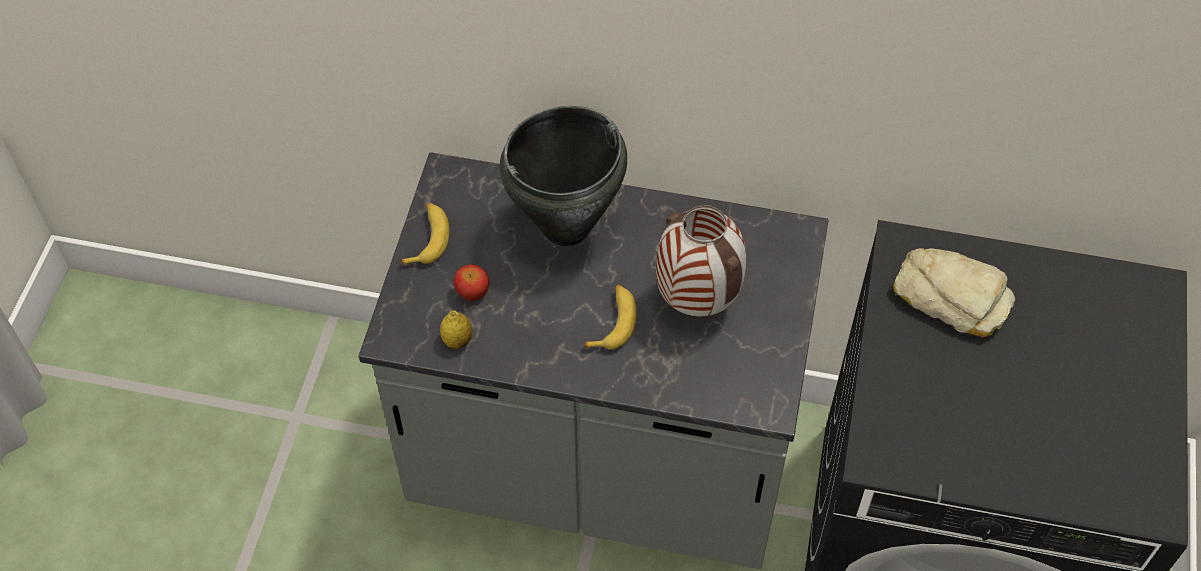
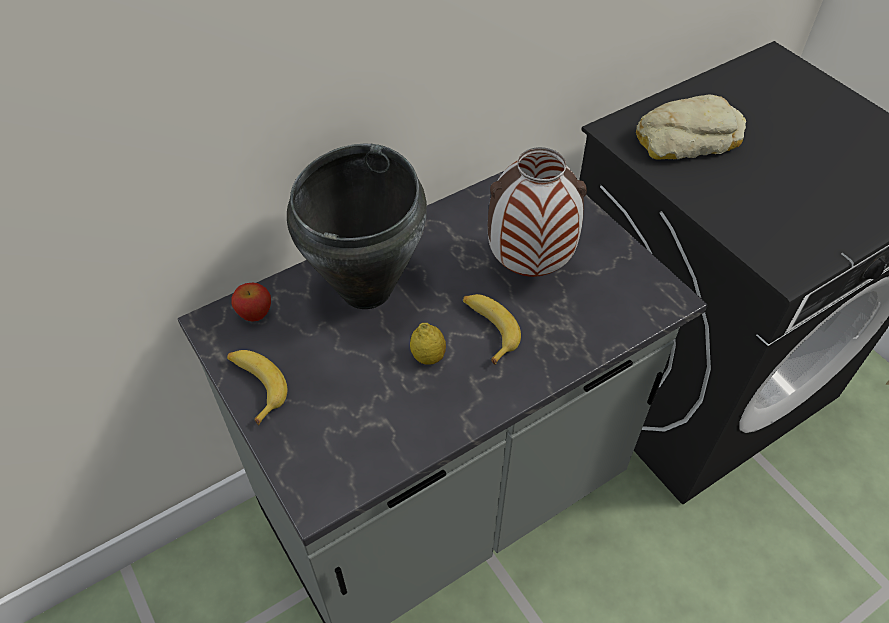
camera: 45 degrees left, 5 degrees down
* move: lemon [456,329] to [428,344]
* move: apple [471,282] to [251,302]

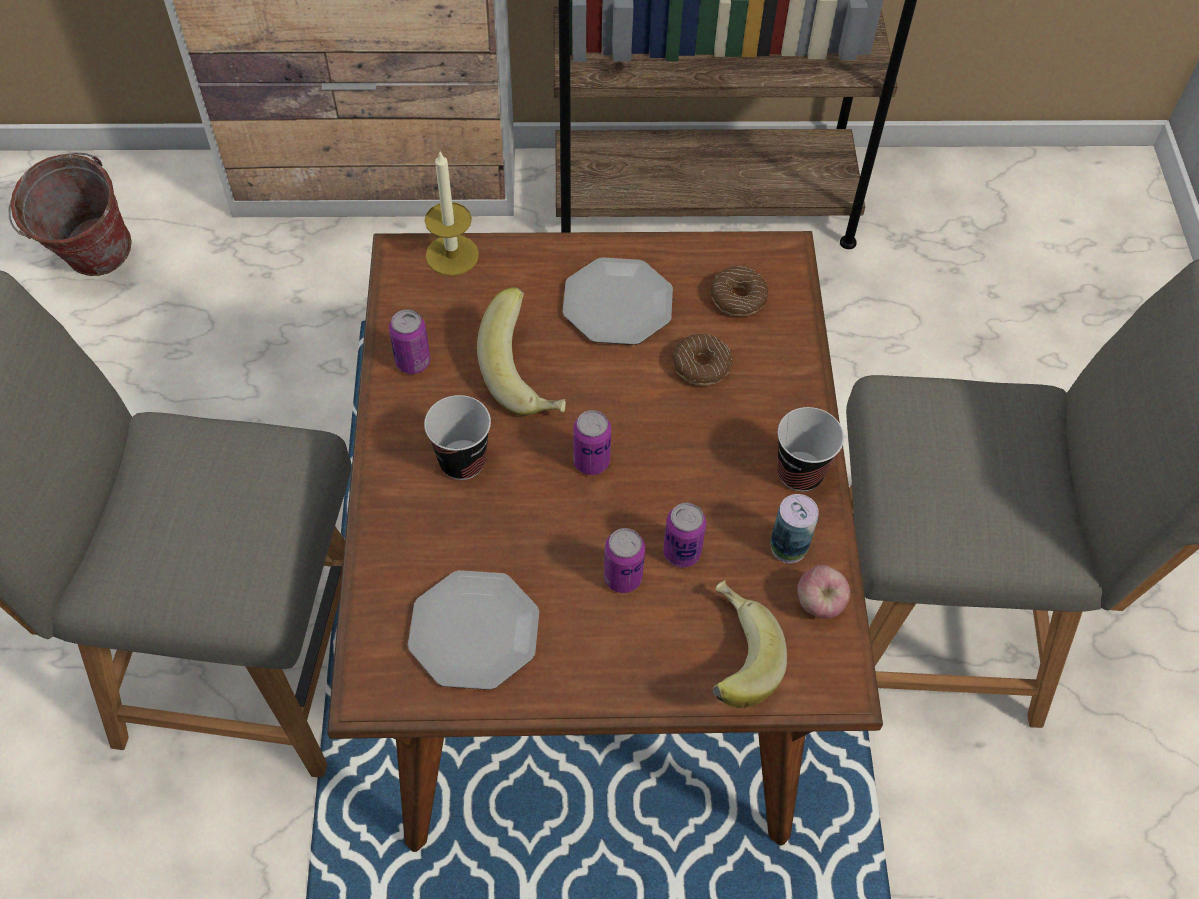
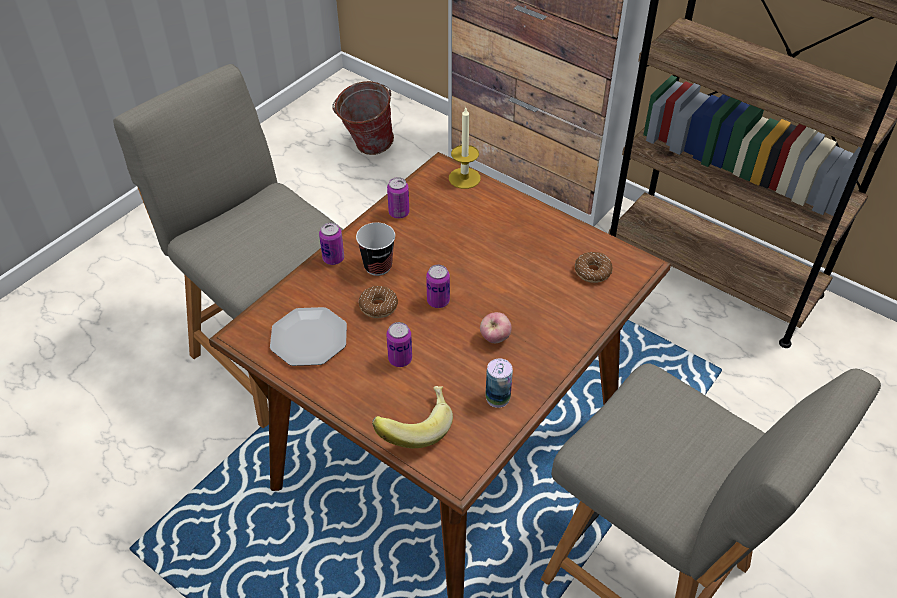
camera: 40 degrees right, 10 degrees down
* delete: banana [521,351]
* delete: plate [617,301]
* delete: cup [810,449]
* move: can [684,535] to [331,243]
* move: donut [702,360] to [378,302]
* move: apple [823,592] to [496,327]

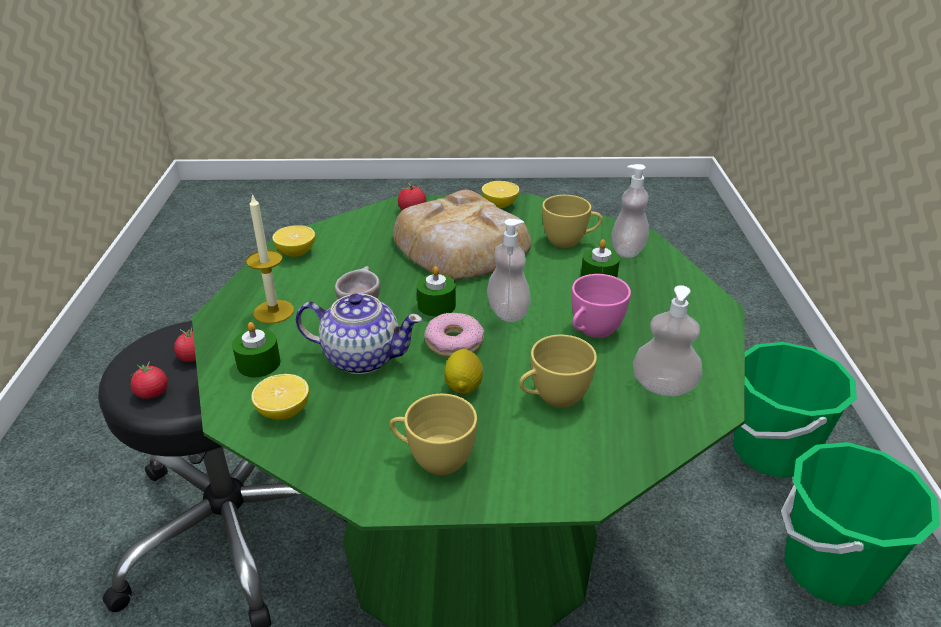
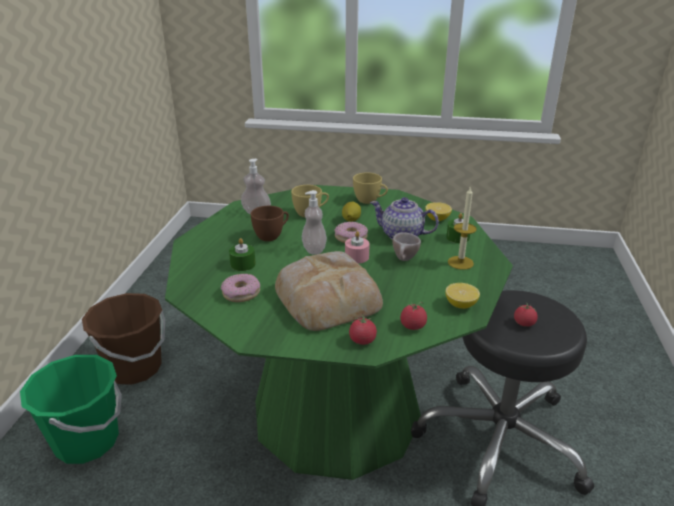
camera: 170 degrees left, 5 degrees down
* delete: lemon [500,194]
* delete: soap dispenser [630,211]
* move: tomato [149,380] to [413,316]
* replace: cup (yellow) [572,221] to donut [240,288]
* recolor: candle (green) [436,291] to candle (pink) [357,247]
* recolor: cup (pink) [601,306] to cup (brown) [270,223]
* recolor: bucket (green) [860,524] to bucket (brown) [123,339]

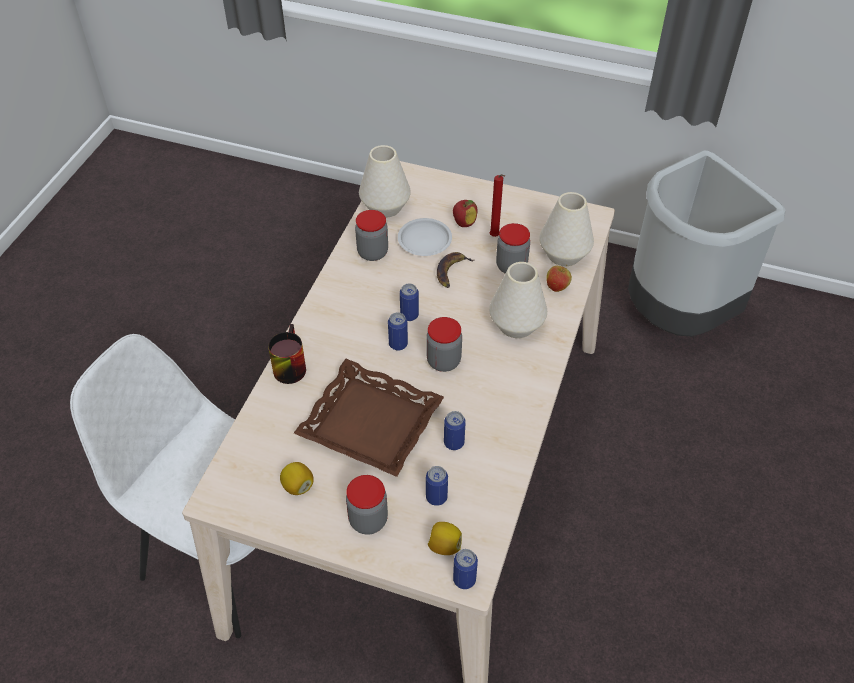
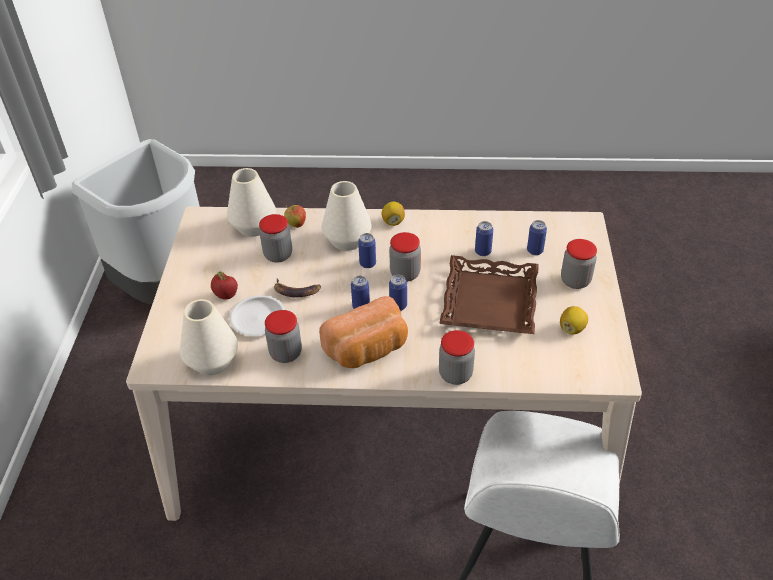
camera: 105 degrees left, 5 degrees down
* delete: candle (red) [497,205]
* insert: bread [363,332]
* move: lemon [445,538] to [393,214]
* move: can [465,569] to [367,250]
* replace: mug [287,354] to jar [457,357]

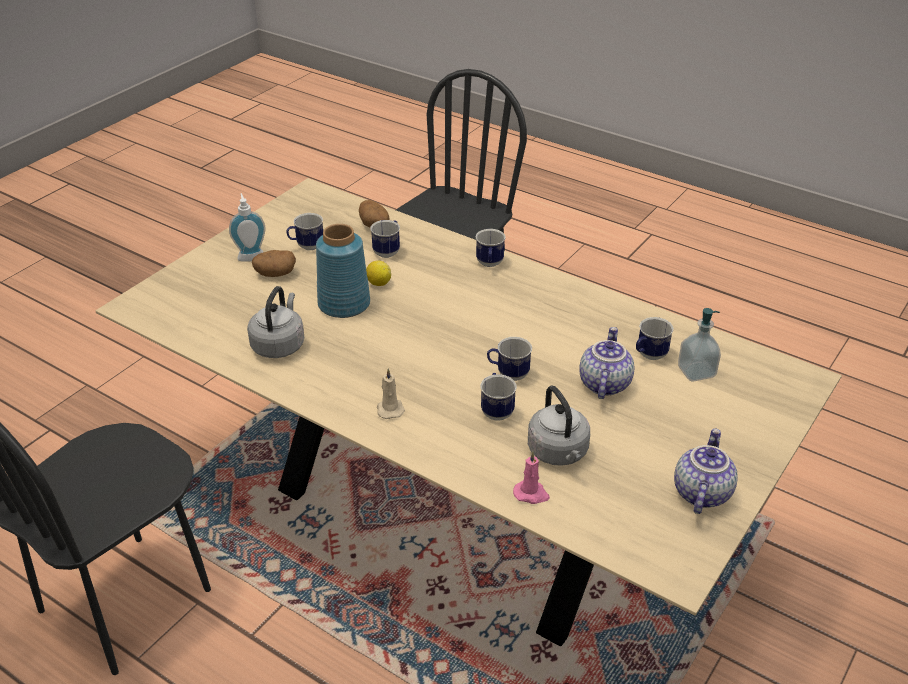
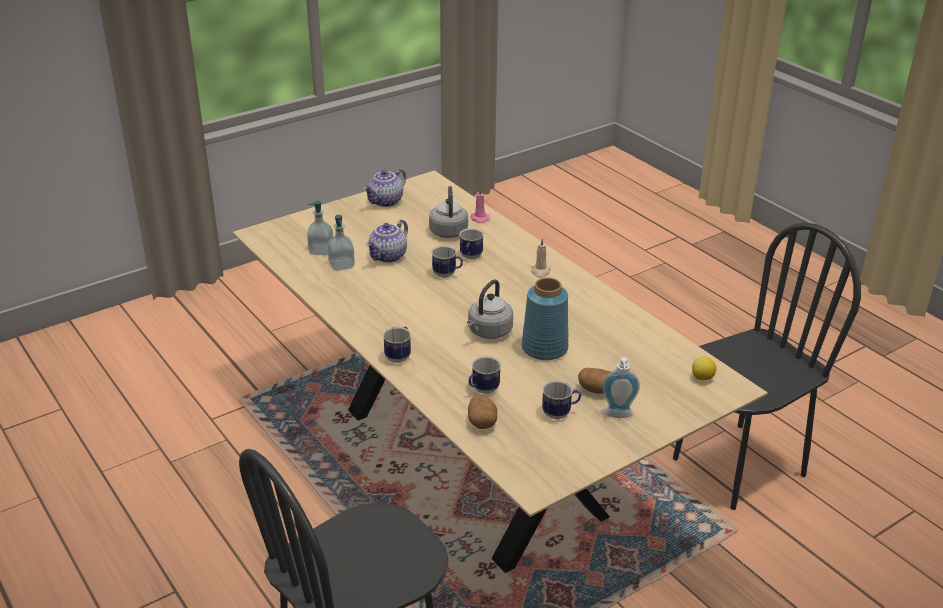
camera: 160 degrees left, 5 degrees down
* move: kettle (grey) [275,322] to [490,309]
* move: lemon [378,273] to [704,368]
* replace: mug [655,338] to soap dispenser [341,243]

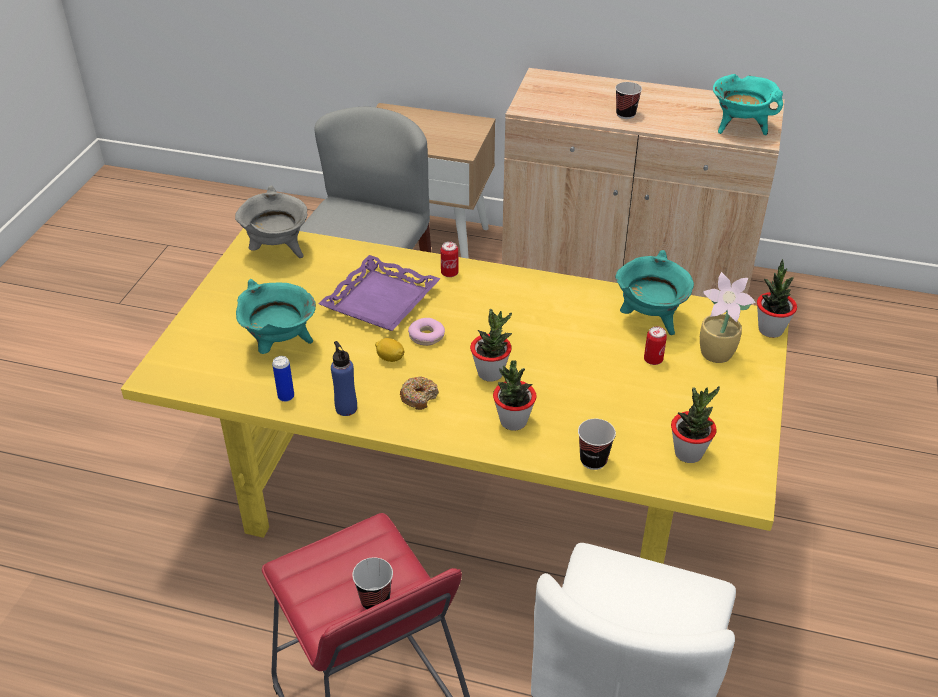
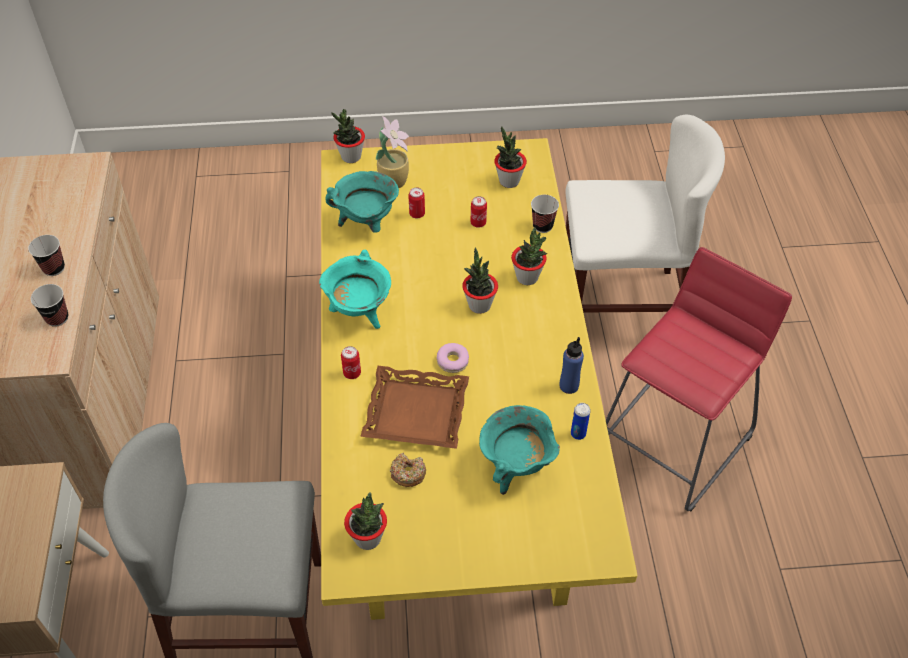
camera: 110 degrees left, 10 degrees up
* delete: lemon [389,350]
* insert: can [478,212]
* move: cup [372,583] to [49,305]
* move: donut [419,393] to [408,469]
* move: cooking pot (turquoise) [748,104] to [355,289]
* replace: cooking pot (grey) [271,221] to potted plant [365,521]
* recolor: tray (purple) [380,293] to tray (brown) [414,407]

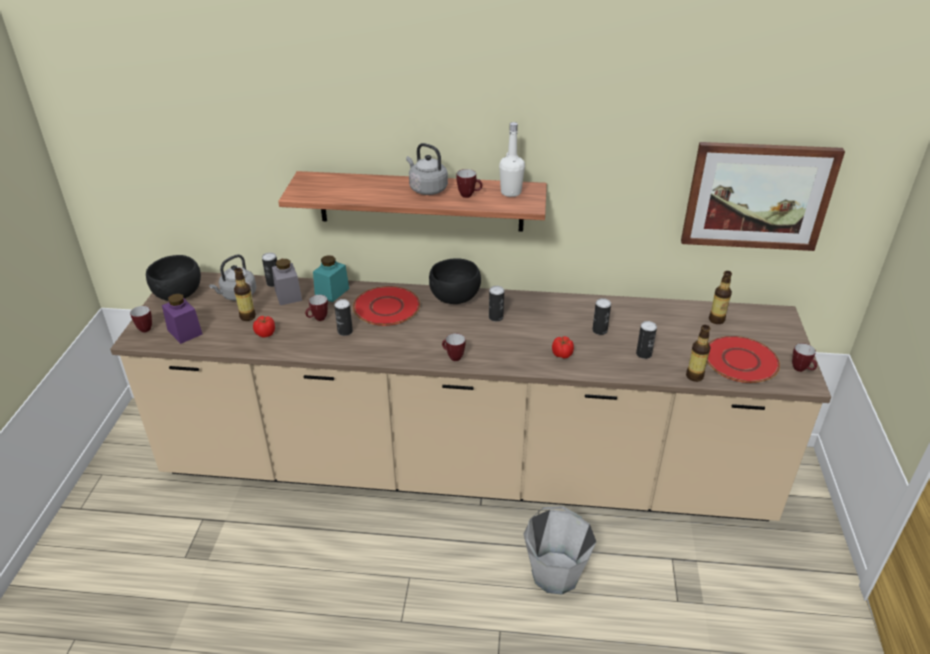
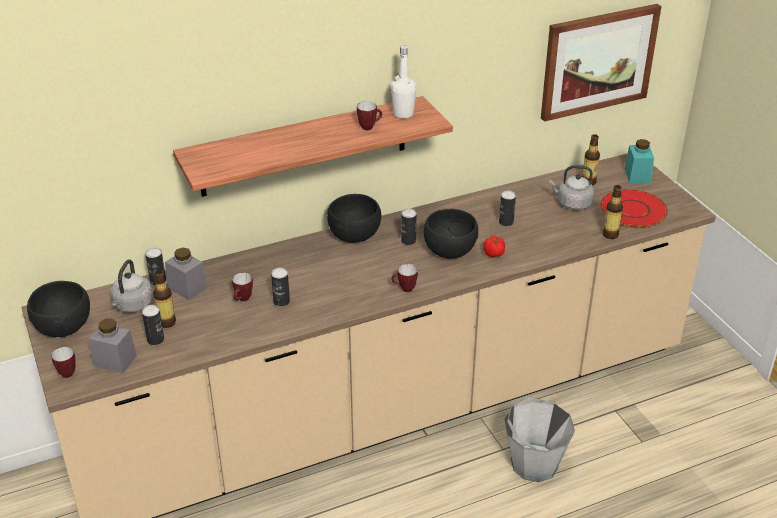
camera: 30 degrees left, 0 degrees up
* delete: tomato [264,326]
* delete: plate (red) [386,306]
* delete: mug [804,357]
* insert: bowl (black) [451,234]
* move: jar (turquoise) [331,278] to [639,161]
* move: kettle (grey) [427,169] to [572,187]
* move: can [646,340] to [153,325]
* recolor: jar (purple) [182,318] to jar (grey) [113,346]

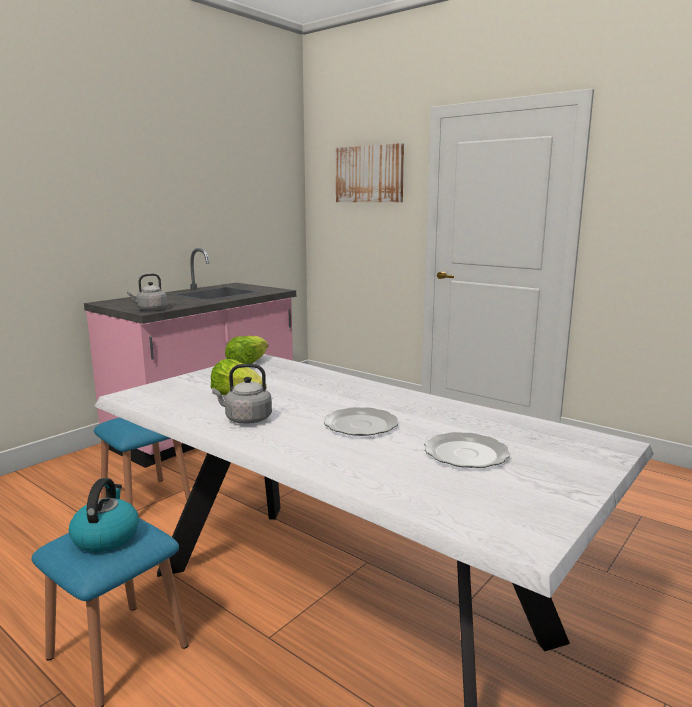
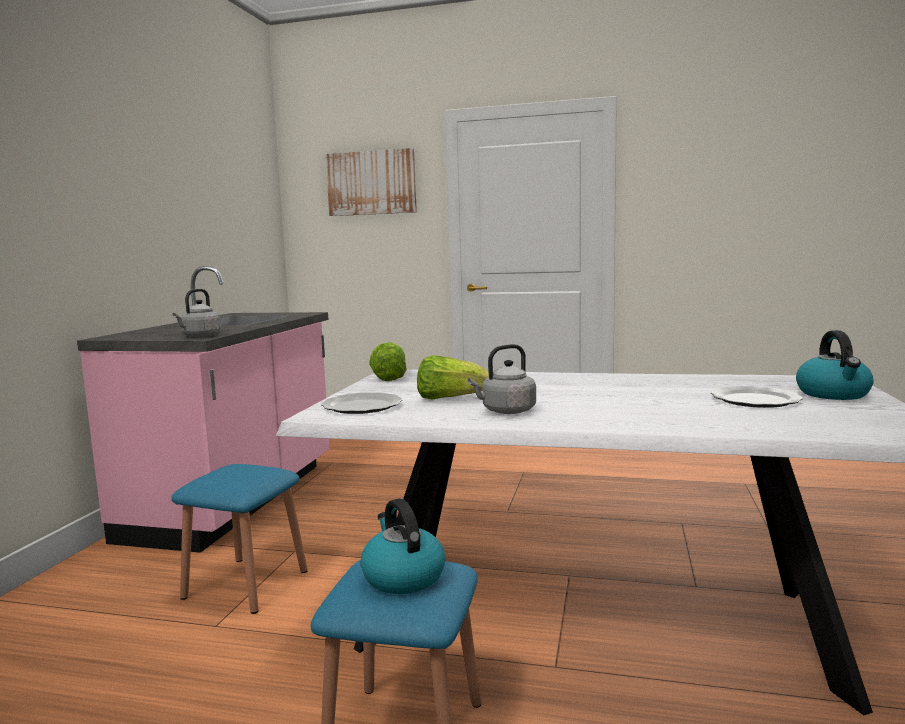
camera: 25 degrees left, 5 degrees down
* insert: kettle [835,365]
* move: plate [361,421] to [362,403]

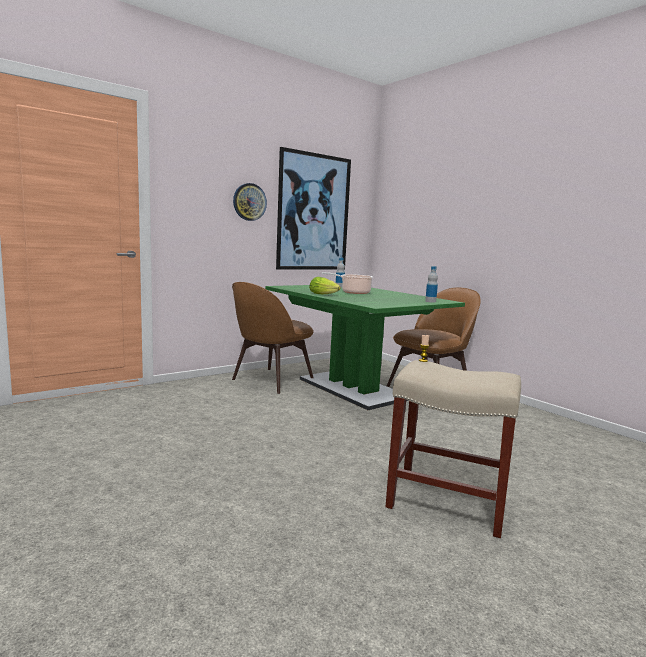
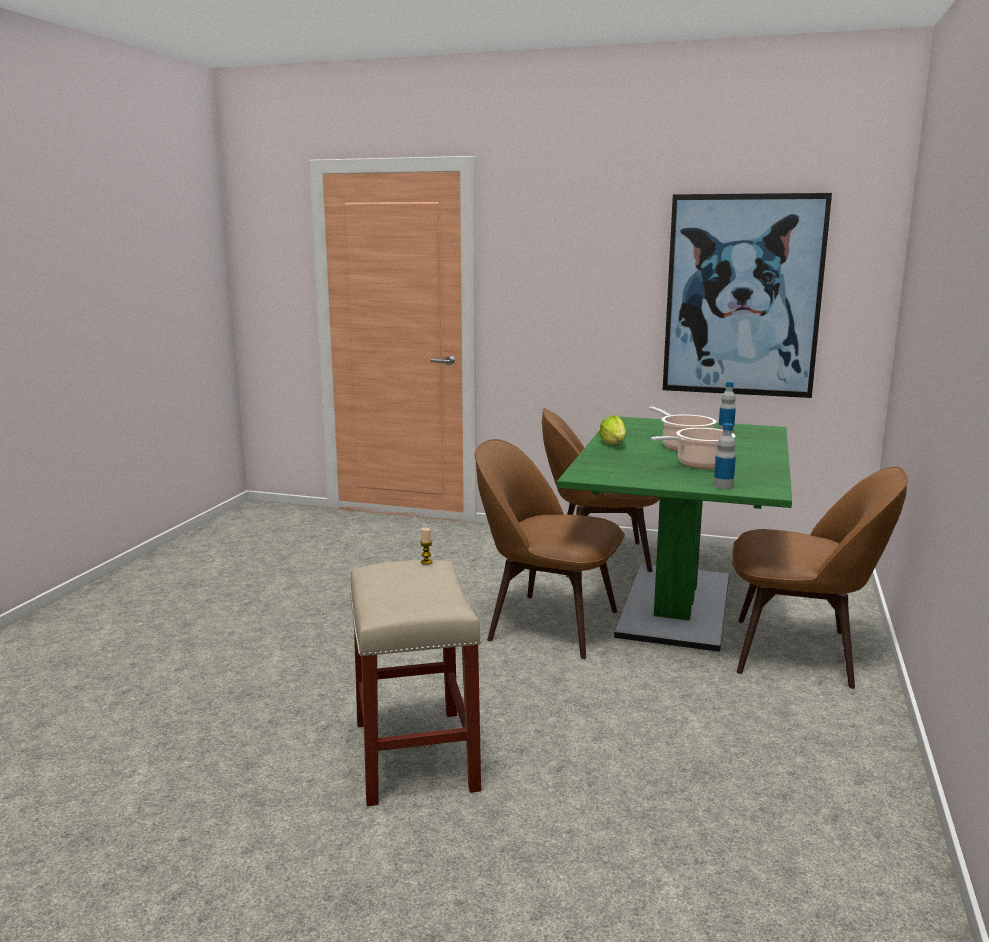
camera: 55 degrees right, 5 degrees up
* delete: wall clock [250,202]
* insert: chair (brown) [549,549]
* insert: cooking pot [693,448]

